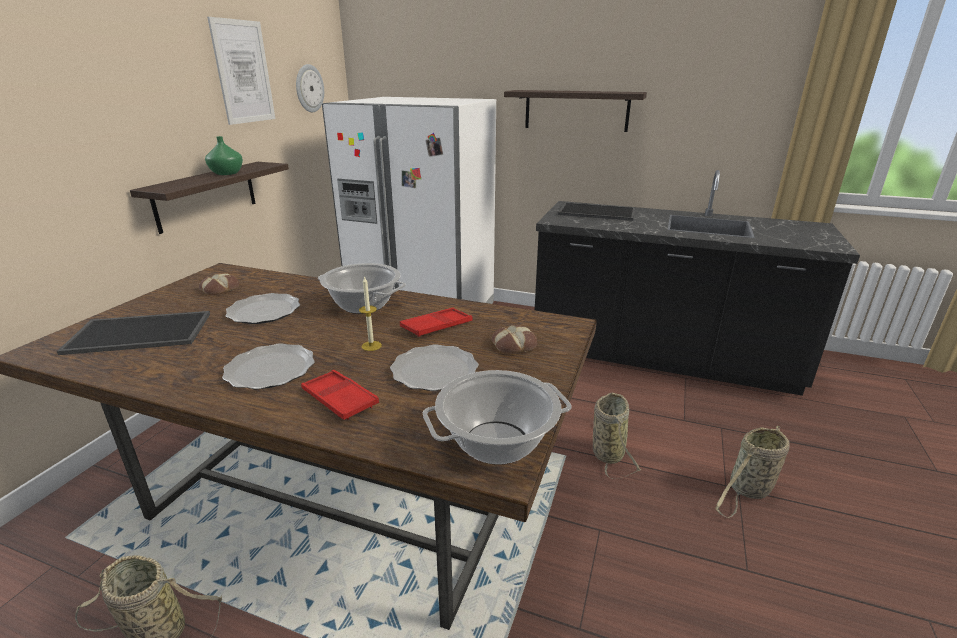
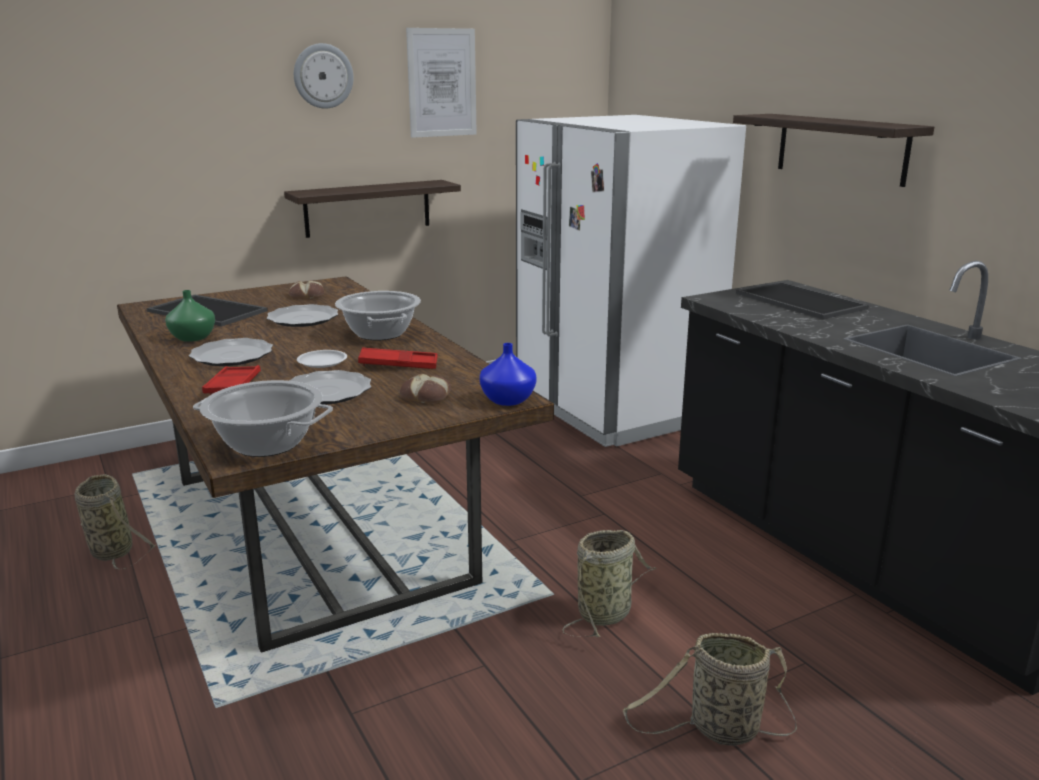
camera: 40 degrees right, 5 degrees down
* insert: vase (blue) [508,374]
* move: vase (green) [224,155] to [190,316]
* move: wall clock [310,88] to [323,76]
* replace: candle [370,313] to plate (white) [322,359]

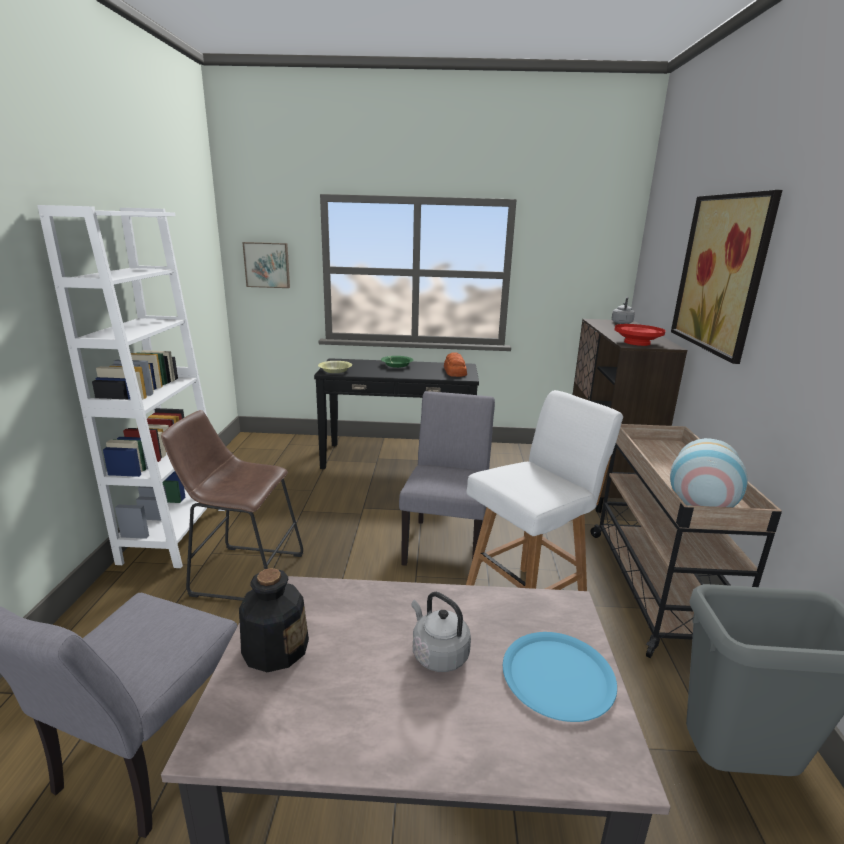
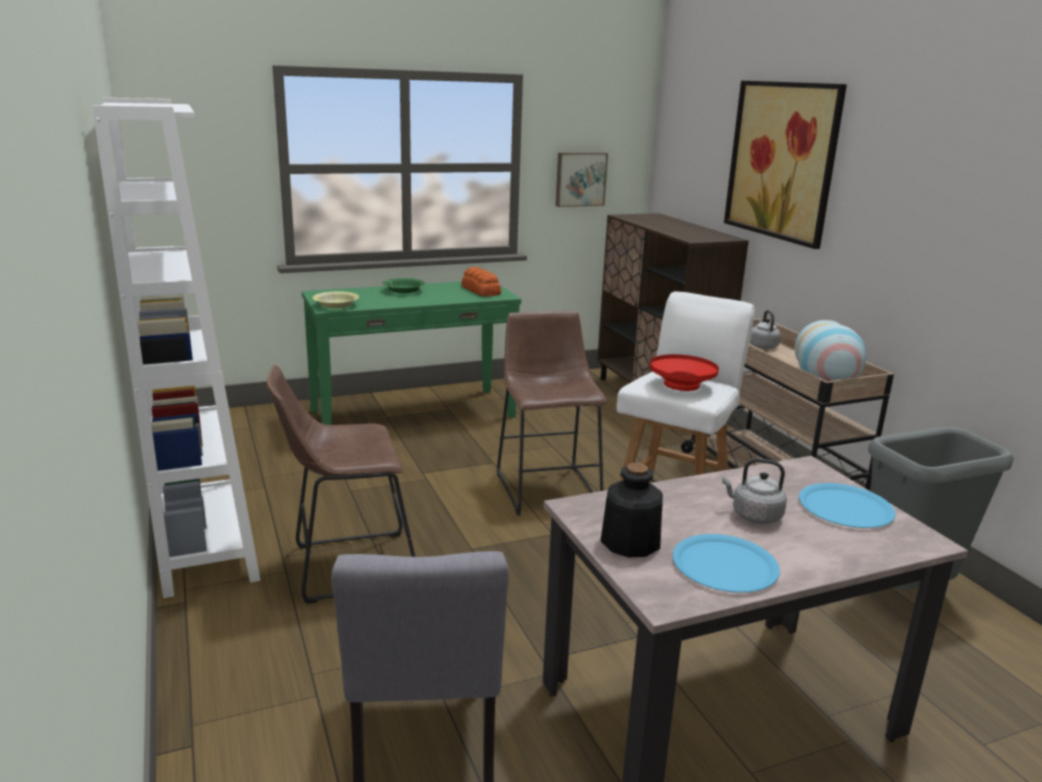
camera: 25 degrees left, 0 degrees up
* insert: plate (blue) [726,563]
* move: picture [266,265] to [582,180]
* move: kettle (grey) [623,310] to [765,329]
* move: bowl (red) [640,335] to [684,372]
* replace: chair (grey) [447,478] to stool (brown) [552,413]
* recolor: console table (black) [396,413] to console table (green) [411,353]

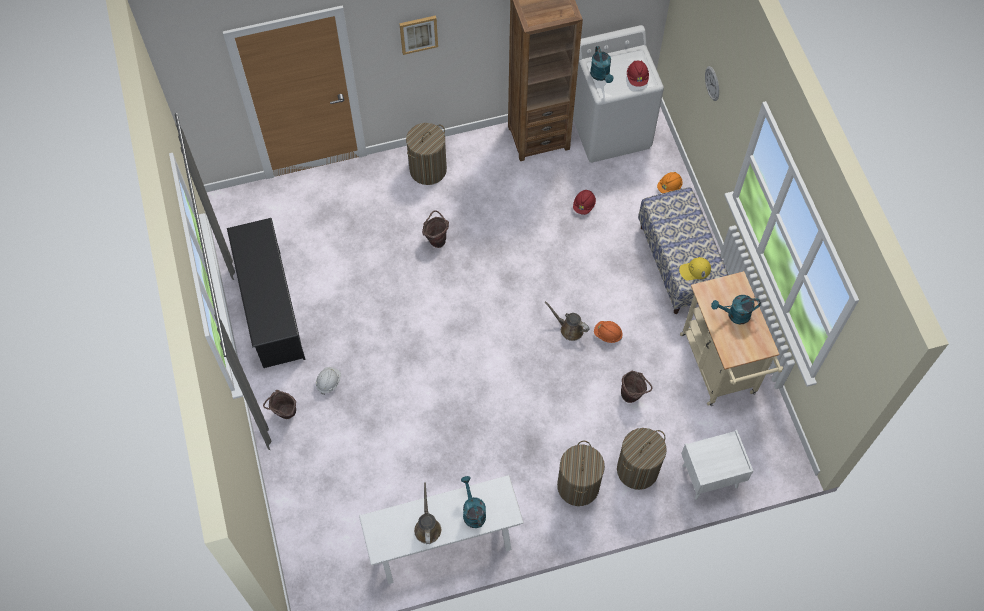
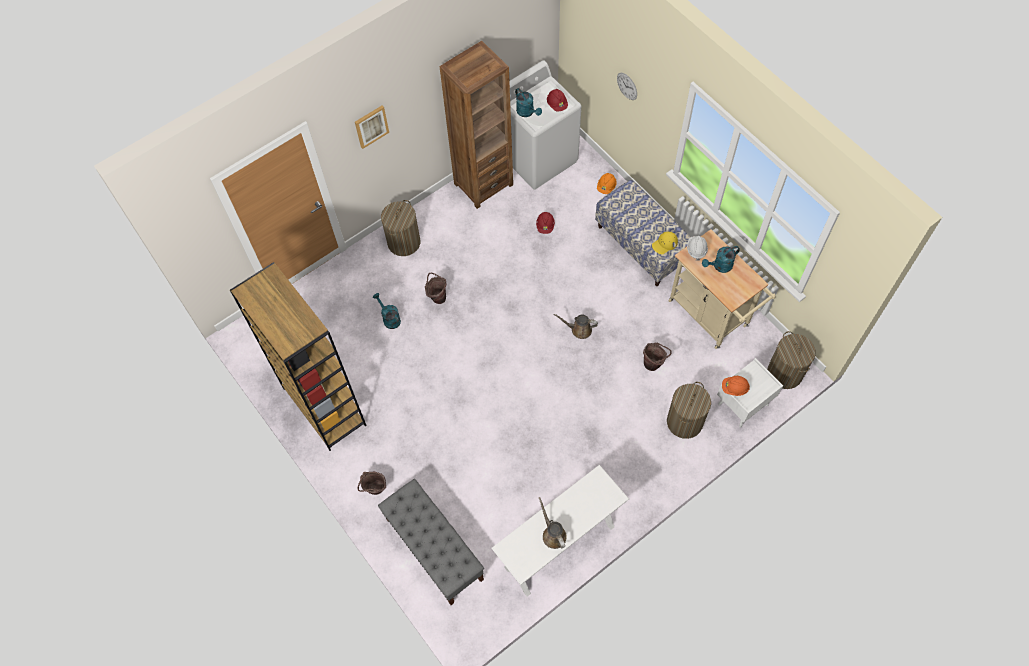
camera: 20 degrees left, 0 degrees up
* insert: bench (grey) [431,542]
* move: hard hat (white) [328,381] to [697,248]
* move: watering can (turquoise) [473,502] to [387,311]
* move: laundry basket [581,473] to [791,360]
* move: hard hat (orange) [608,332] to [736,386]
* replace: shoe rack (black) [266,293] to bookcase (brown) [298,356]

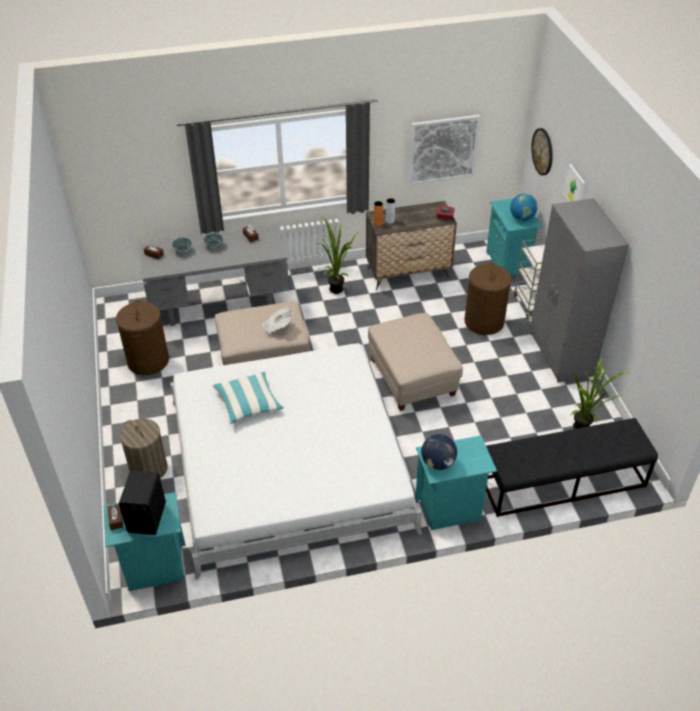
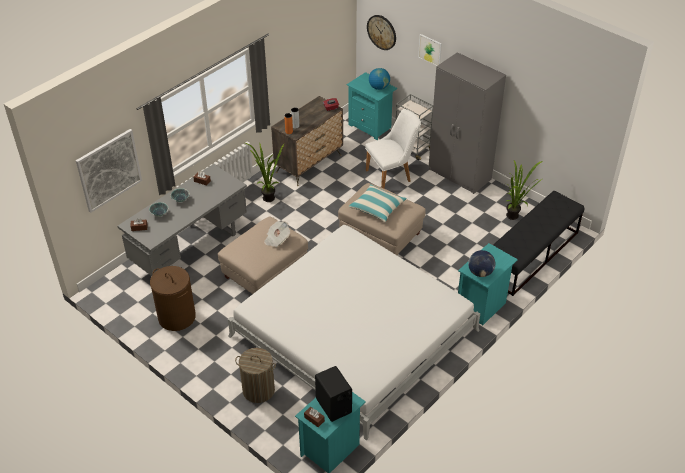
camera: 35 degrees left, 0 degrees up
* move: pillow [248,398] to [377,203]
* move: picture [444,150] to [109,171]
* replace: laundry basket (brown) [488,299] to chair (white) [393,148]

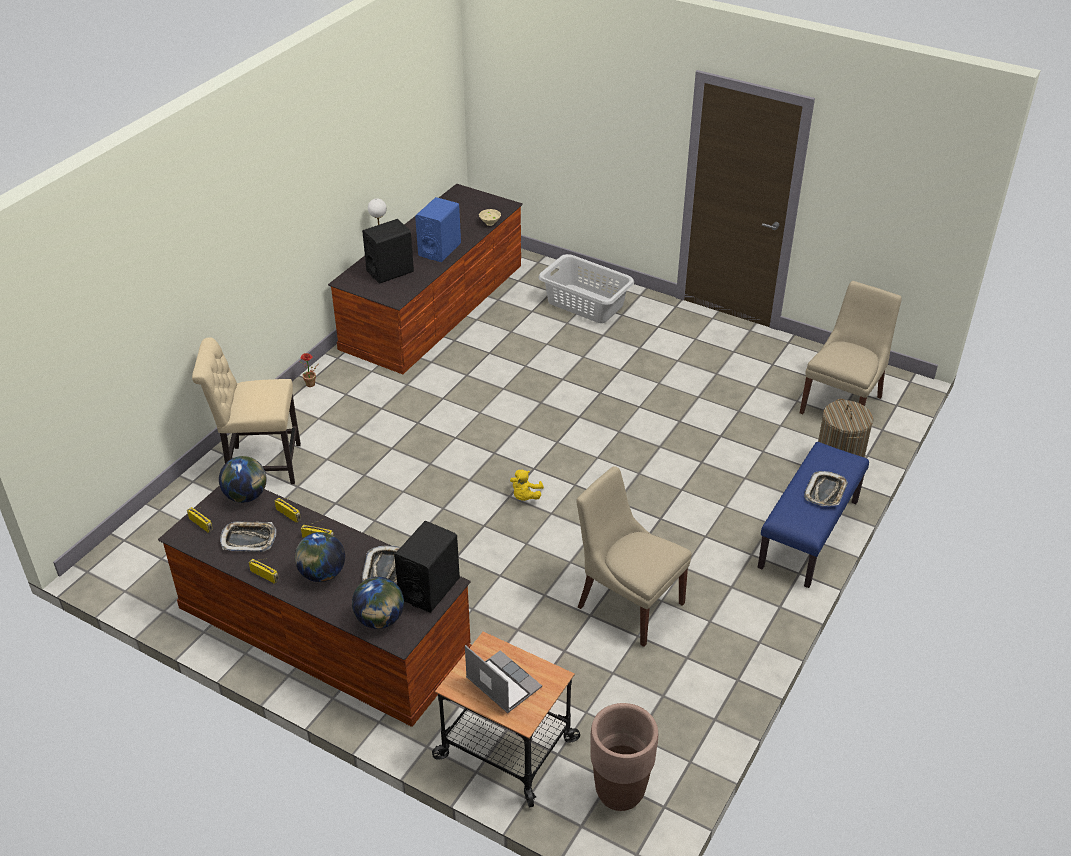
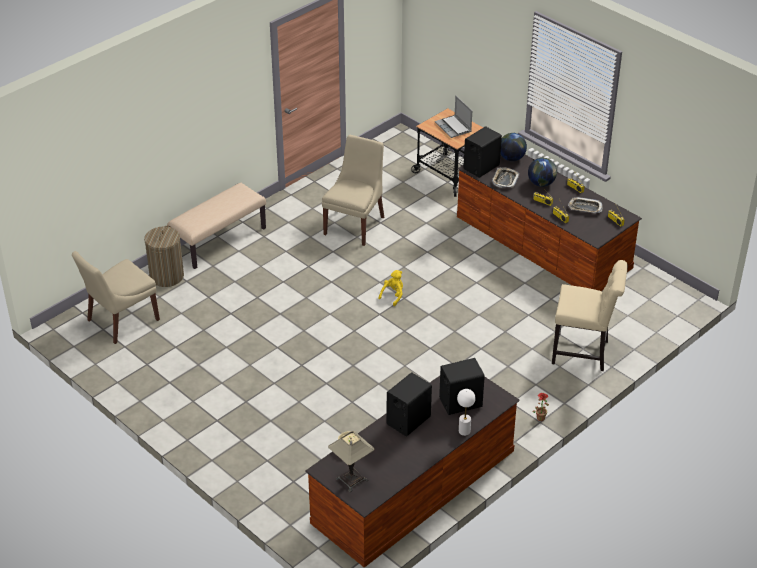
camera: 165 degrees left, 0 degrees up
* delete: globe [243,479]
* delete: laundry basket (grey) [586,288]
* delete: planter (brown) [624,757]
* delete: tray [826,488]
* insert: table lamp [351,461]
* recolor: speaker (blue) [438,229] to speaker (black) [409,404]
* recolor: bench (blue) [813,515] to bench (beige) [216,226]
* rotate: chair (beige) [633,556] = [353,190] 120 degrees counterclockwise

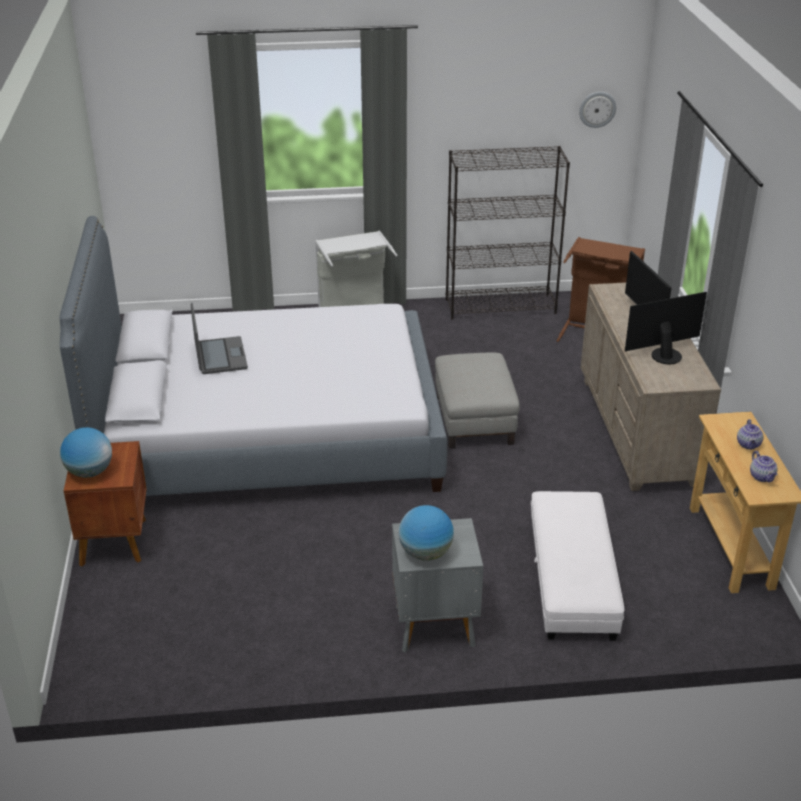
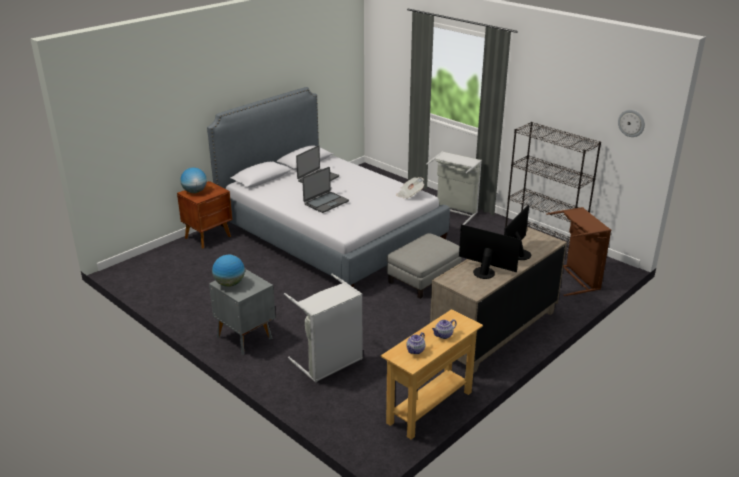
camera: 50 degrees right, 5 degrees down
* insert: laptop [325,190]
* insert: newspaper [410,188]
* replace: ottoman (white) [577,566] to laundry basket (grey) [323,328]

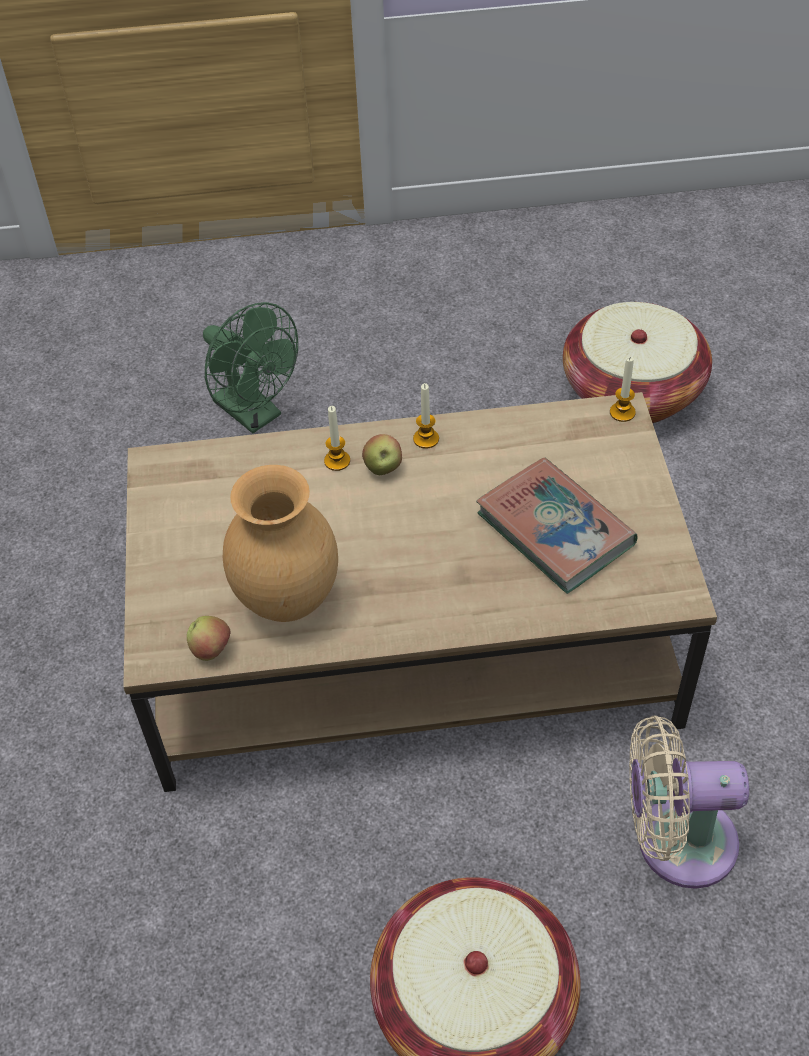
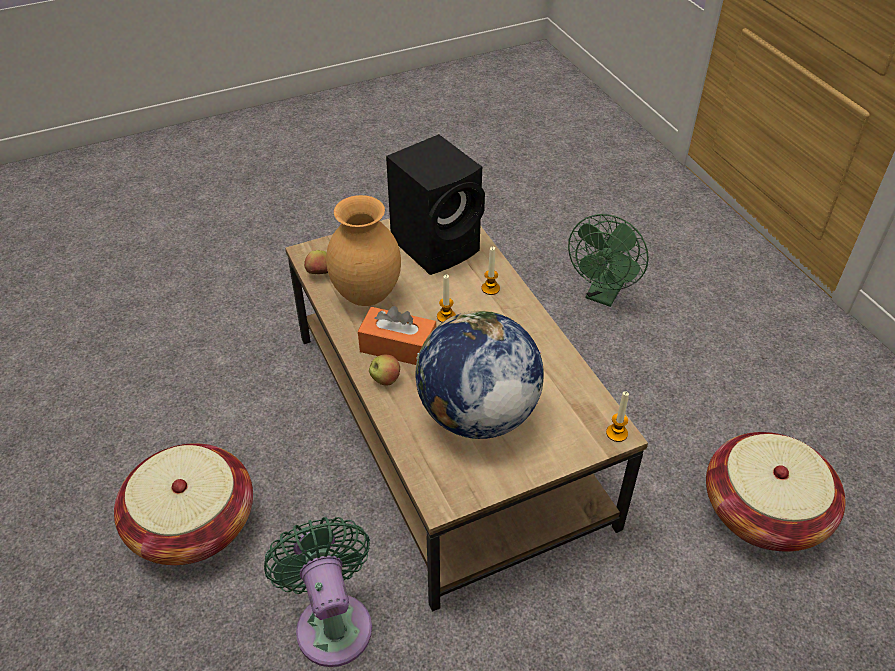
camera: 70 degrees right, 5 degrees down
* insert: tissue box (orange) [397,335]
* insert: speaker (black) [435,204]
* move: apple [382,454] to [384,370]
* move: candle [426,416] to [446,298]
* replace: book [557,525] to globe [479,375]
* recolor: fan (beige) [689,802] to fan (green) [318,592]

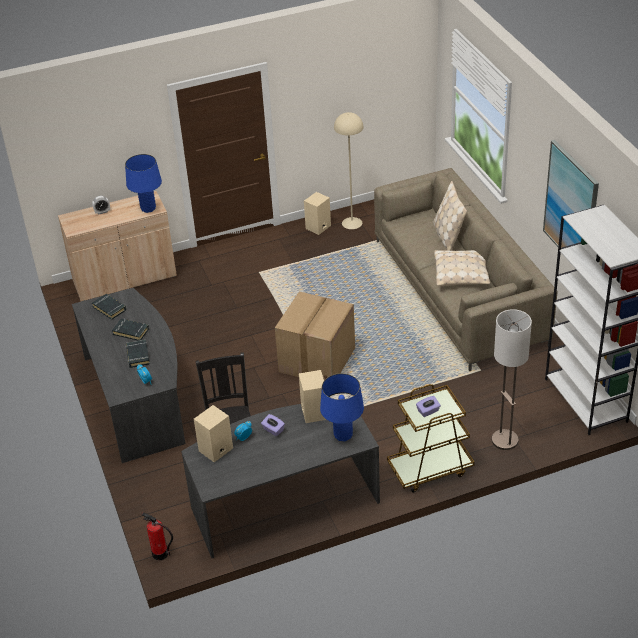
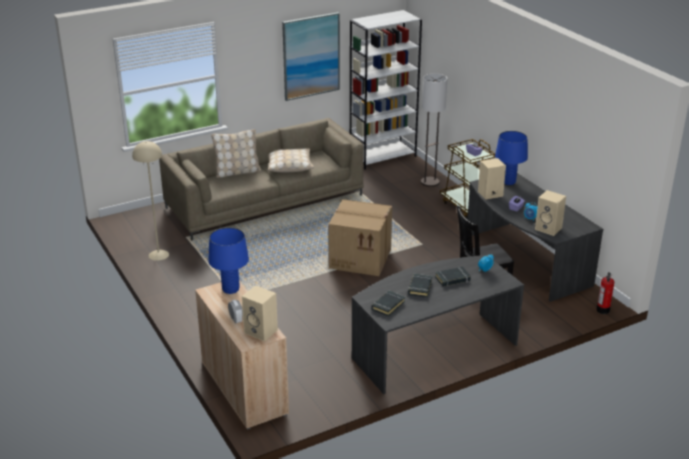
camera: 100 degrees left, 10 degrees down
* move: speaker (beige) [317,213] to [260,313]

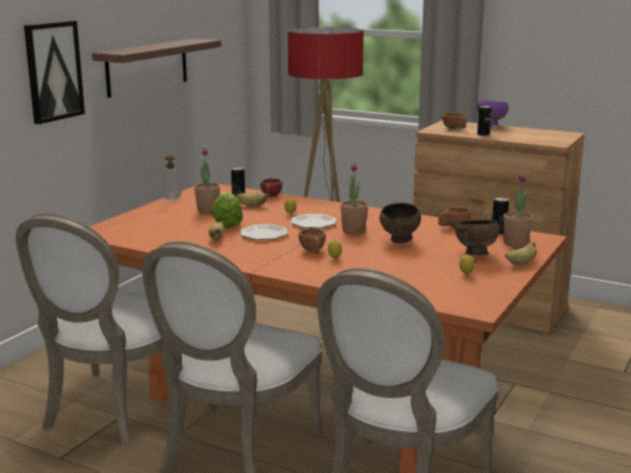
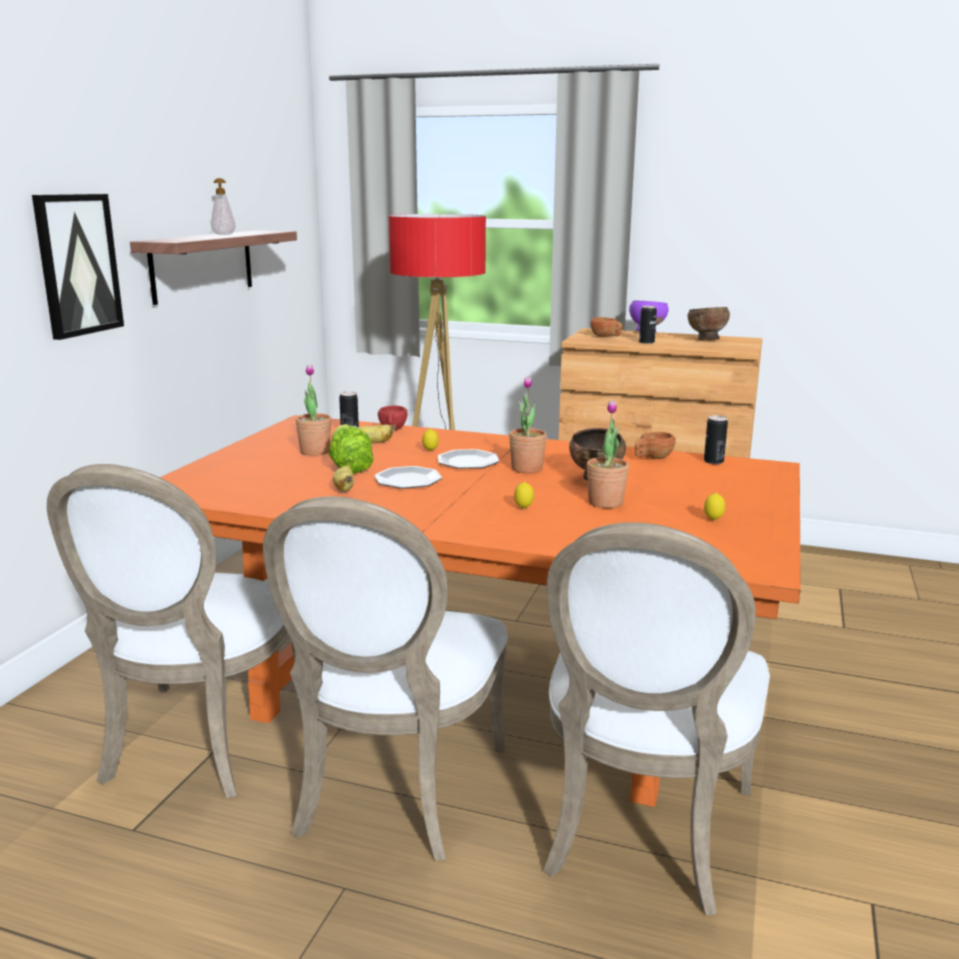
camera: 10 degrees left, 0 degrees up
* delete: cup (brown) [312,241]
* delete: banana [521,254]
* move: soap dispenser [172,177] to [223,206]
* move: bowl (brown) [477,237] to [709,323]
* move: potted plant [518,210] to [608,454]

